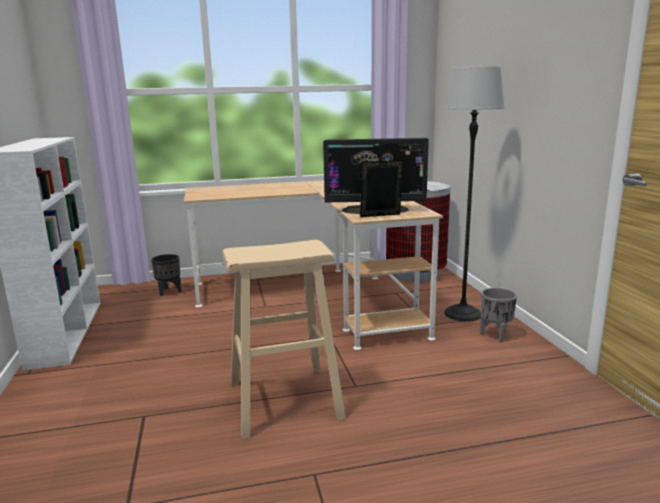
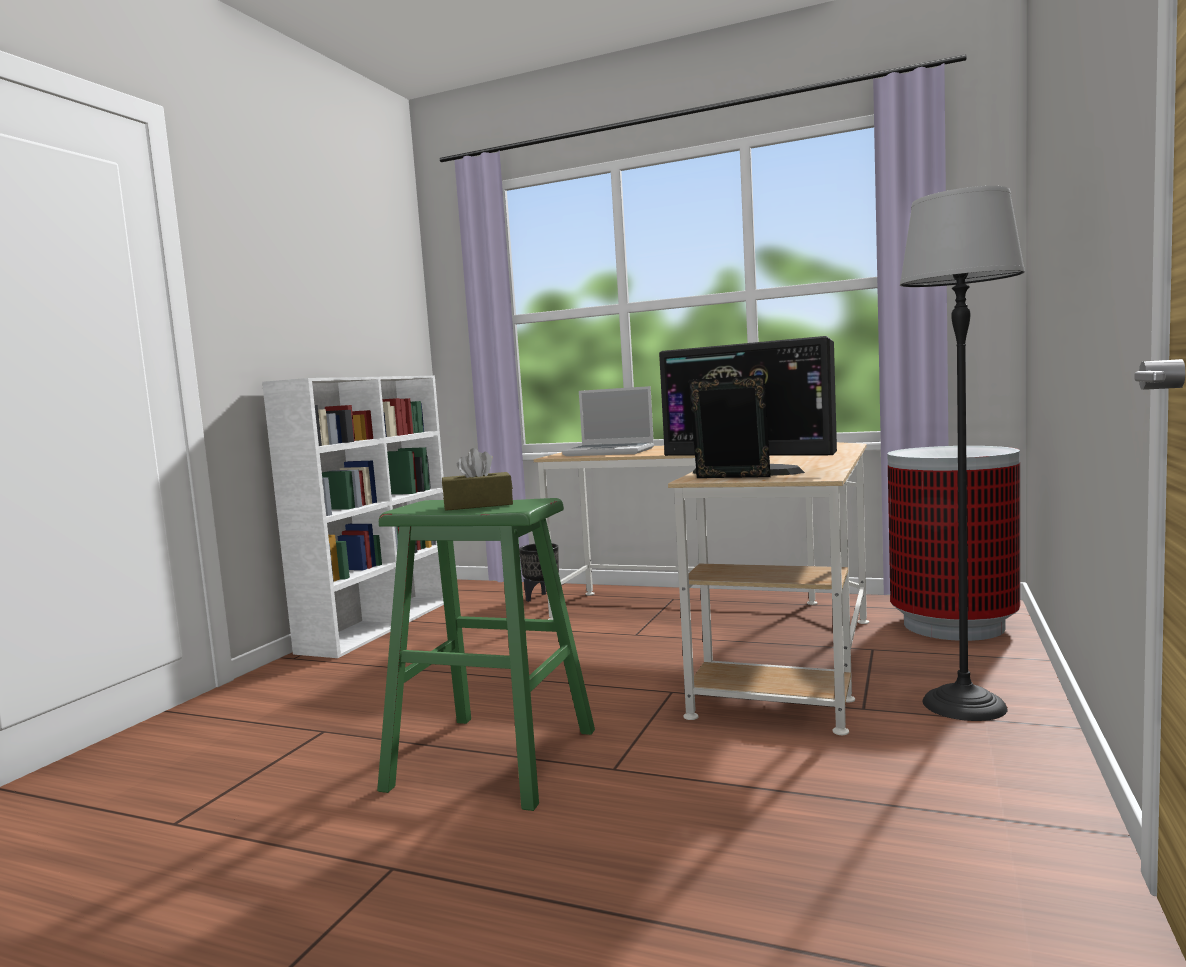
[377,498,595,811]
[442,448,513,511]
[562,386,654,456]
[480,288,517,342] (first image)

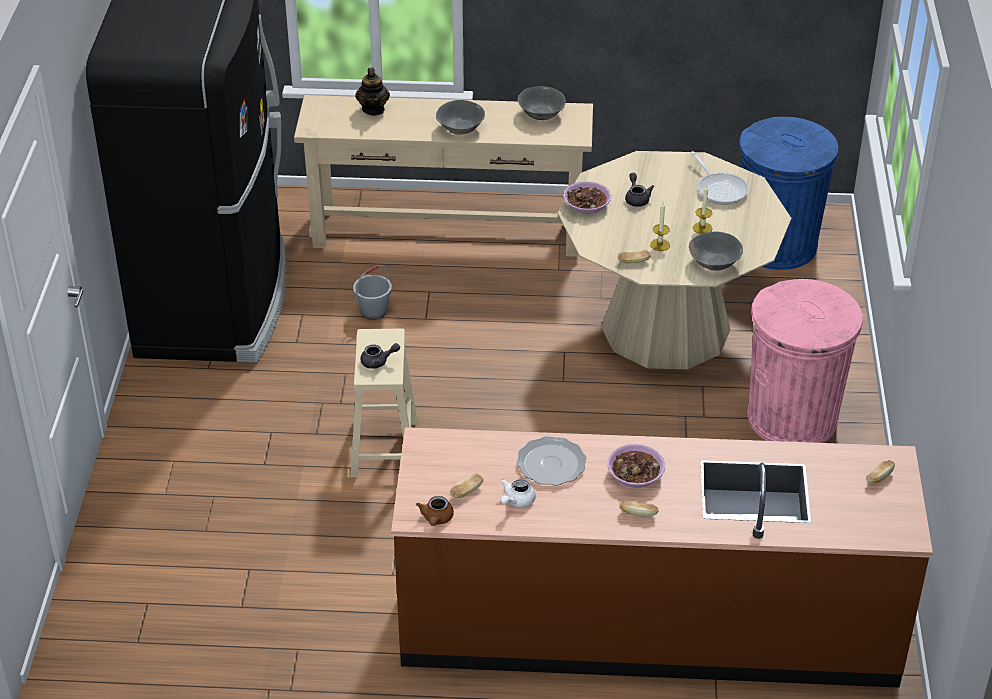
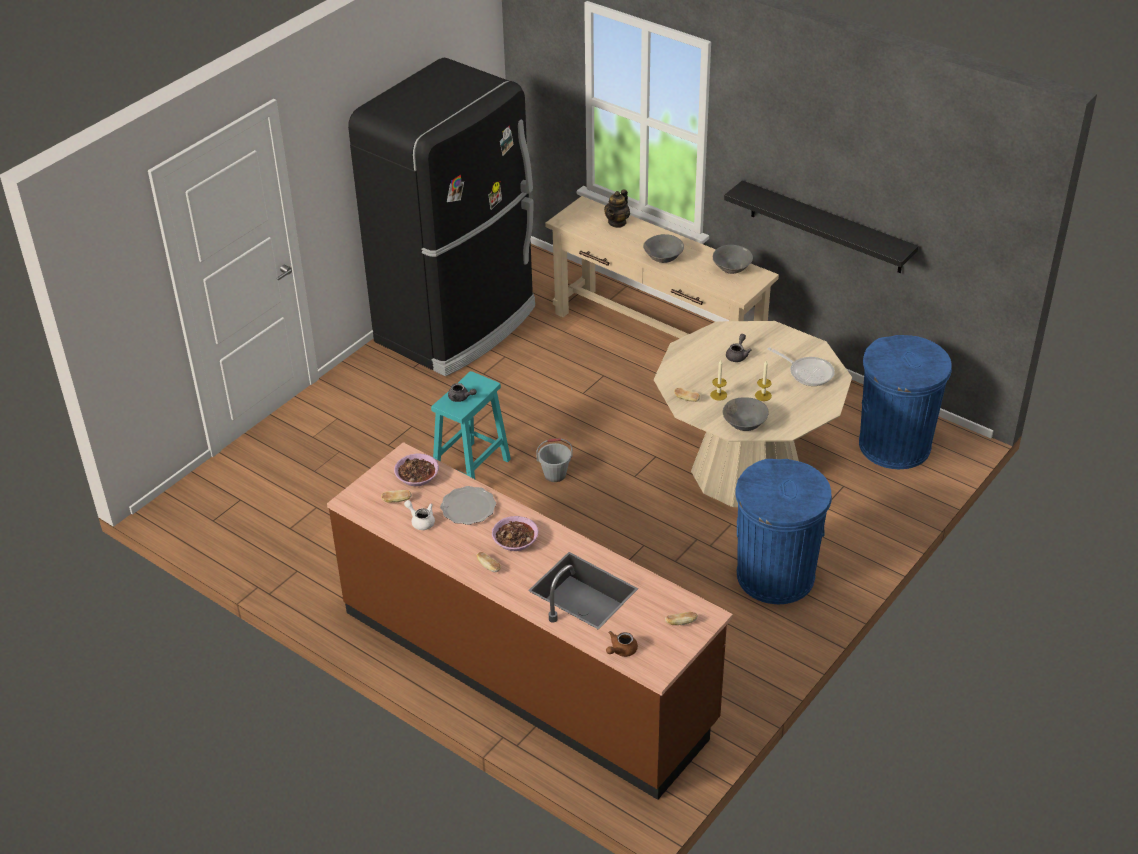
[394,453,439,486]
[404,500,435,530]
[431,371,511,479]
[536,438,573,482]
[606,631,638,657]
[724,180,918,273]
[735,459,832,604]
[768,347,835,386]

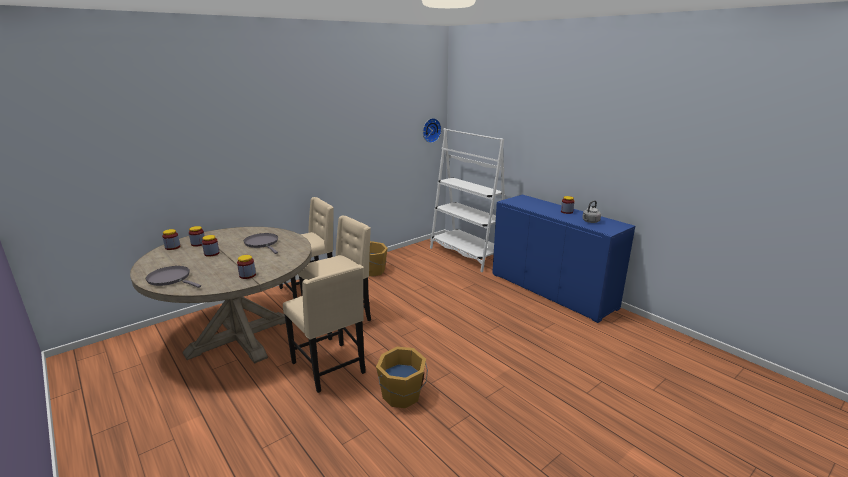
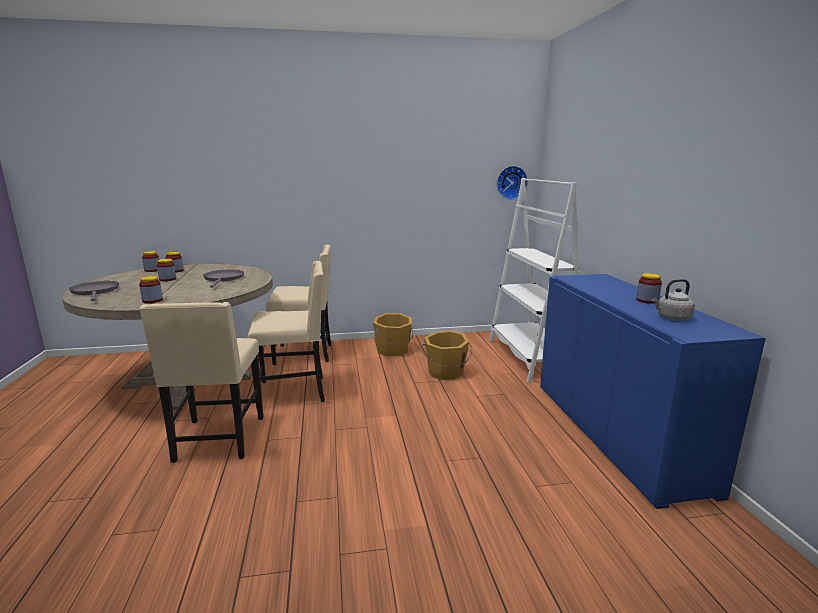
[421,330,472,380]

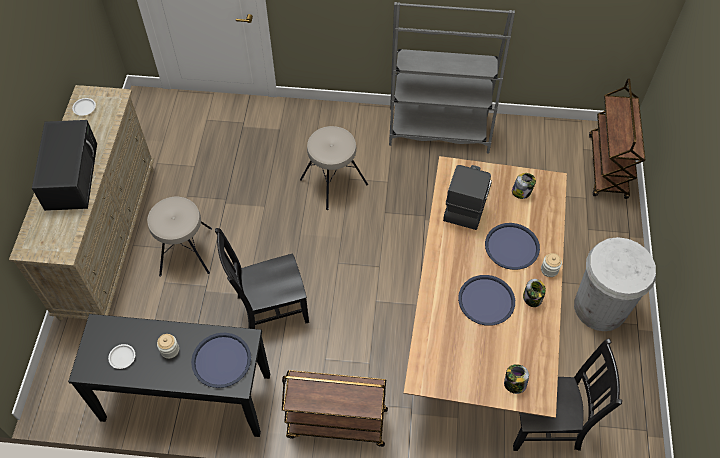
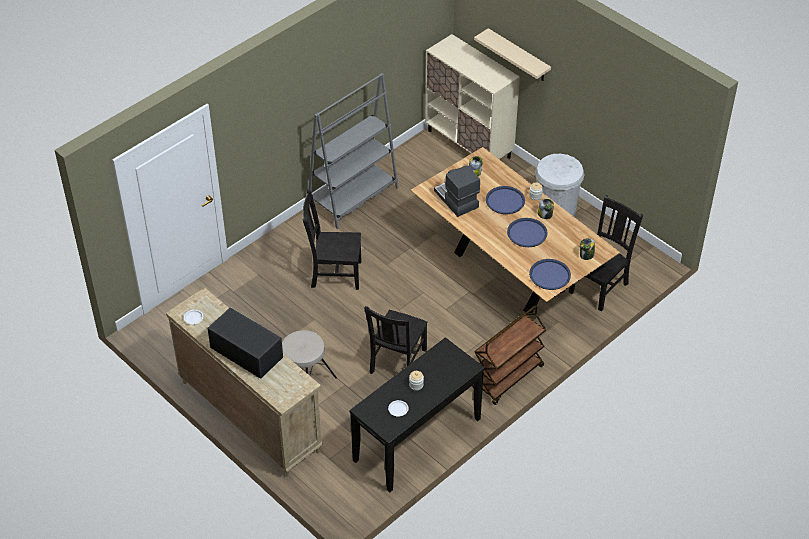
[303,189,361,290]
[425,34,520,159]
[474,28,551,81]
[529,259,571,290]

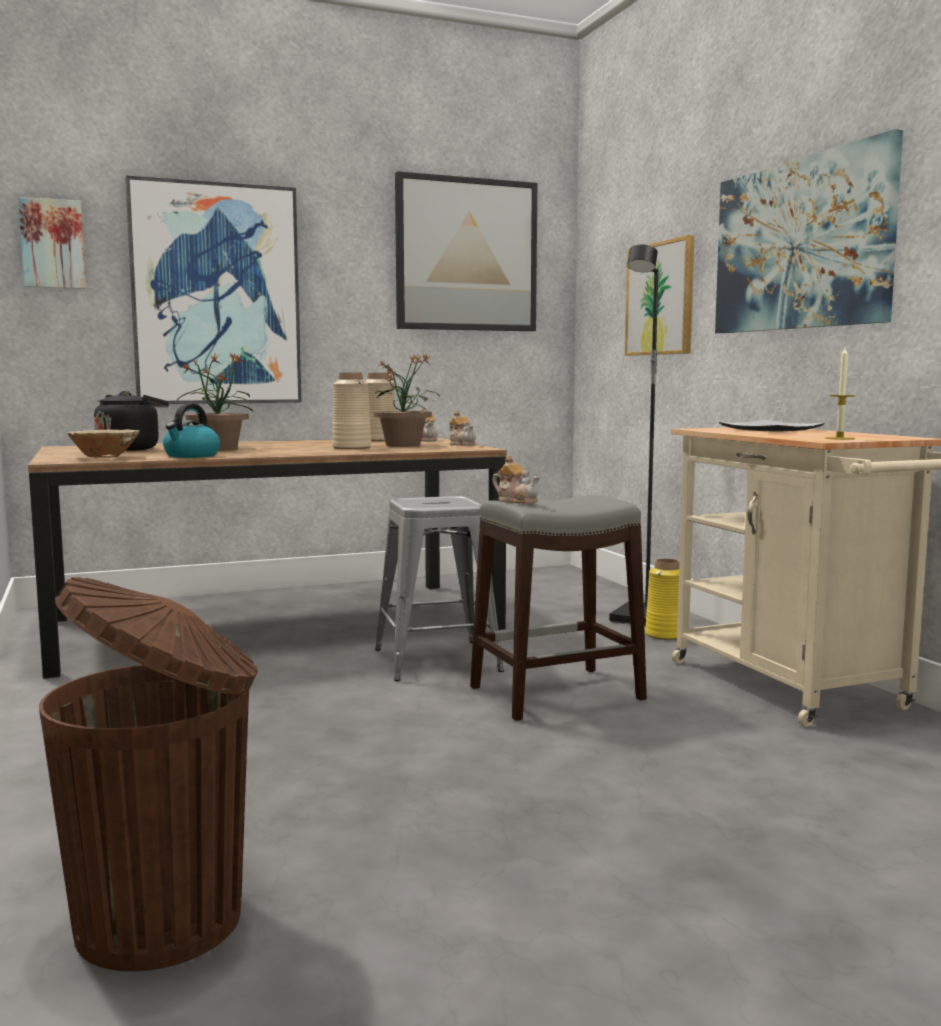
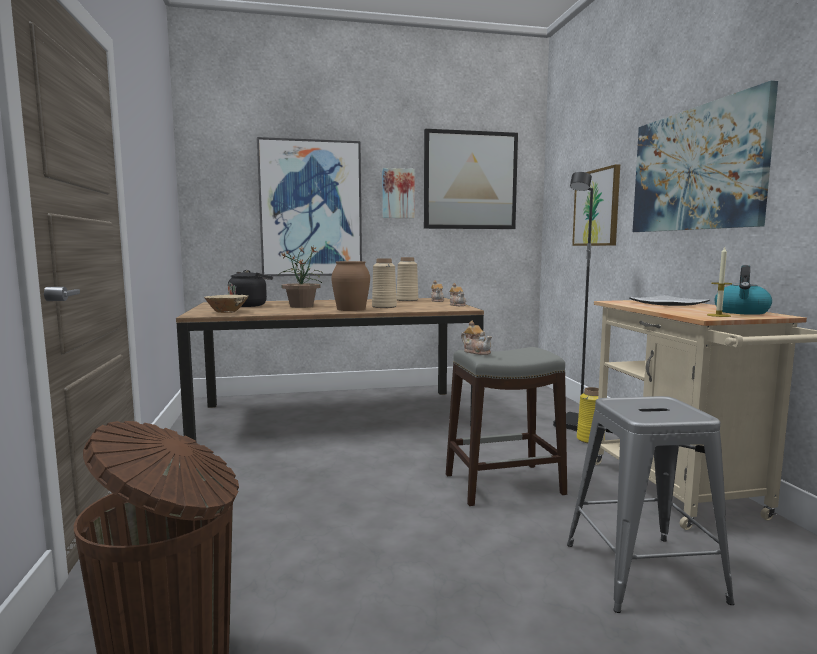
[331,261,370,311]
[382,168,415,218]
[567,396,735,613]
[714,265,772,315]
[374,354,440,447] (first image)

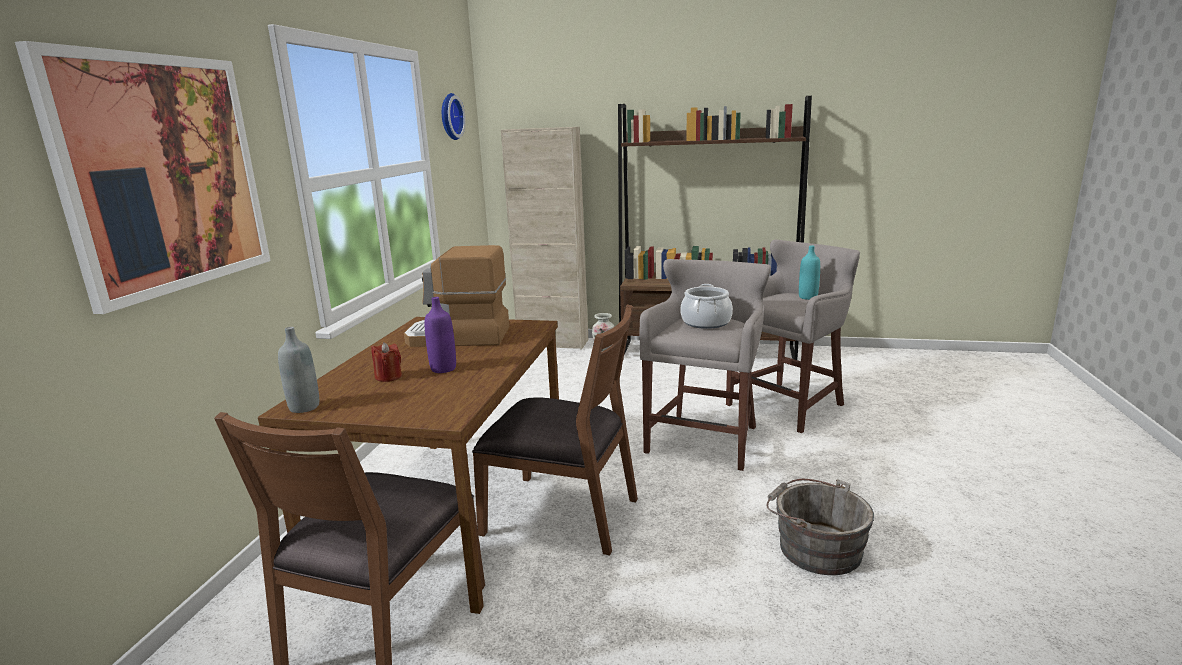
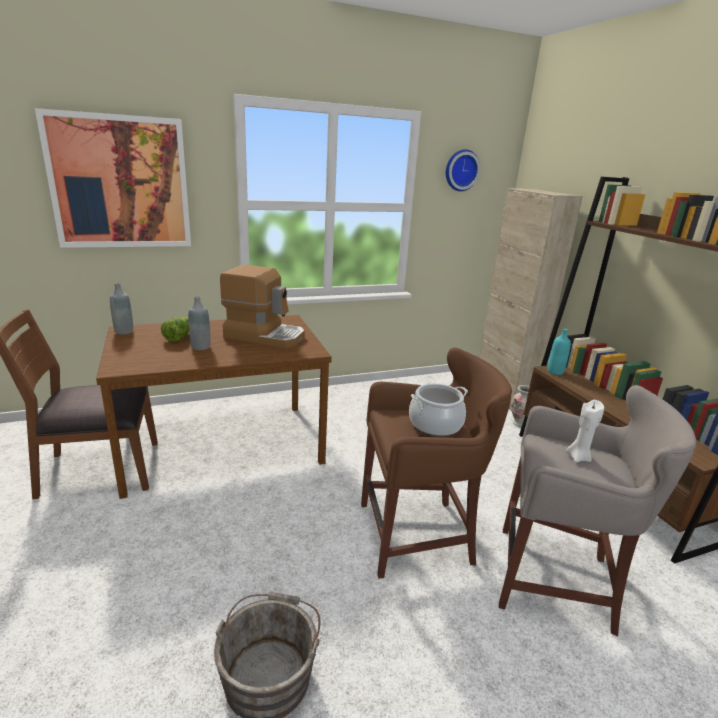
[161,317,189,342]
[188,296,211,350]
[220,265,305,348]
[361,347,512,578]
[548,329,571,375]
[566,400,604,462]
[472,305,638,555] (first image)

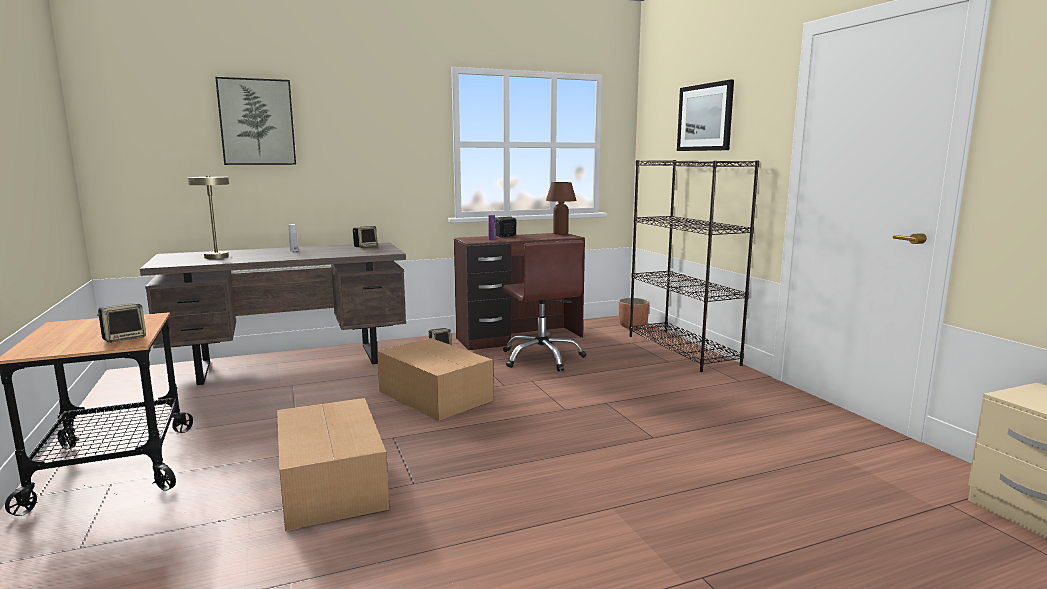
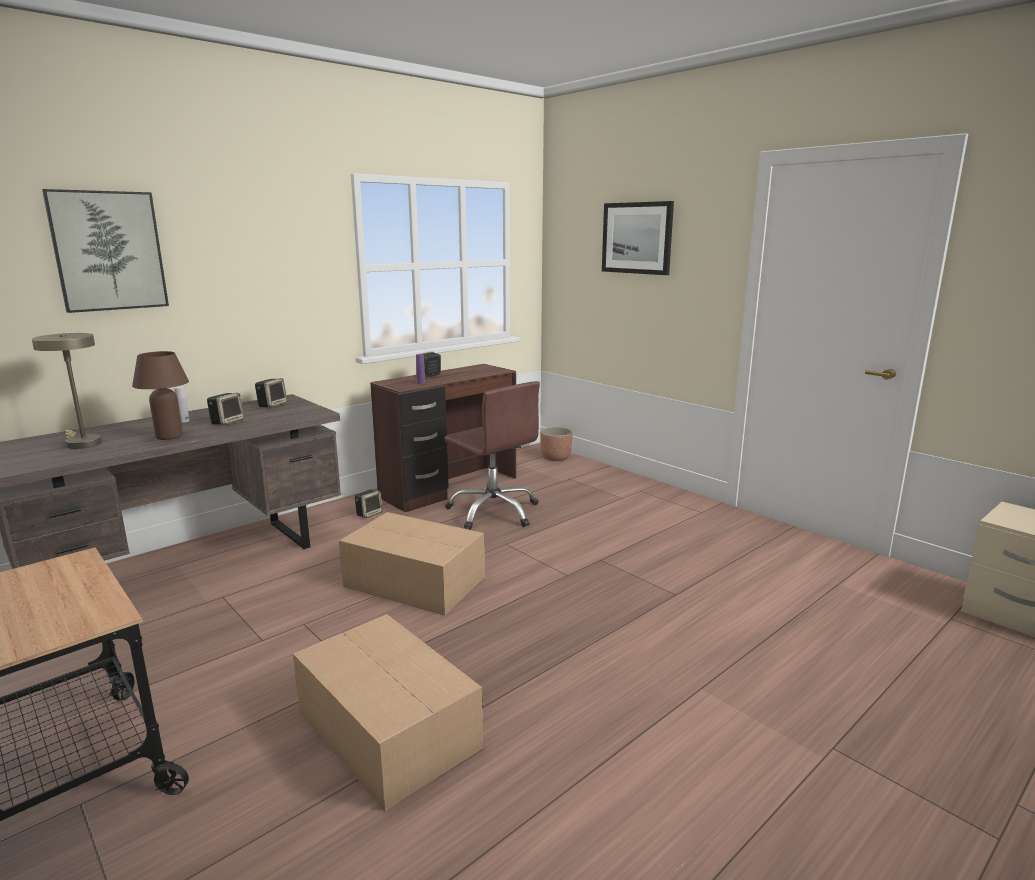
[132,351,189,440]
[207,393,244,425]
[629,160,759,372] (first image)

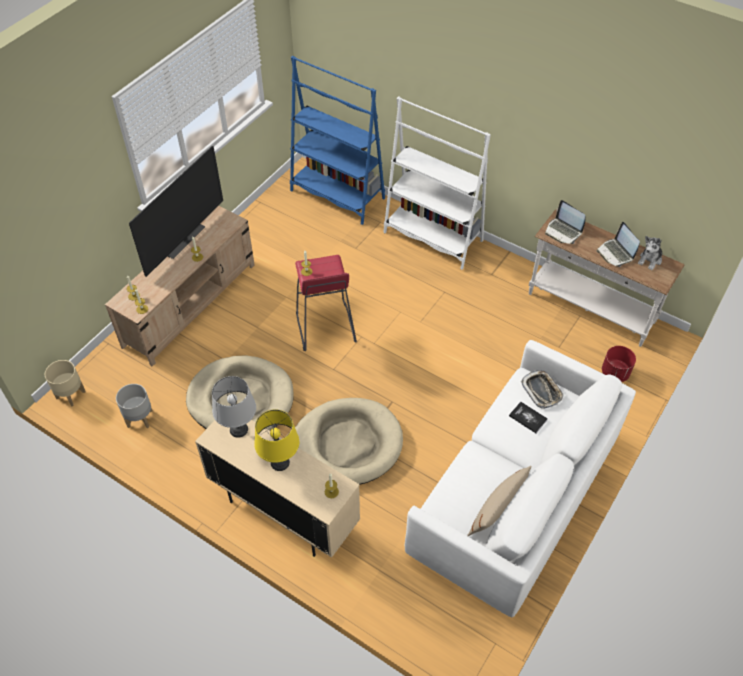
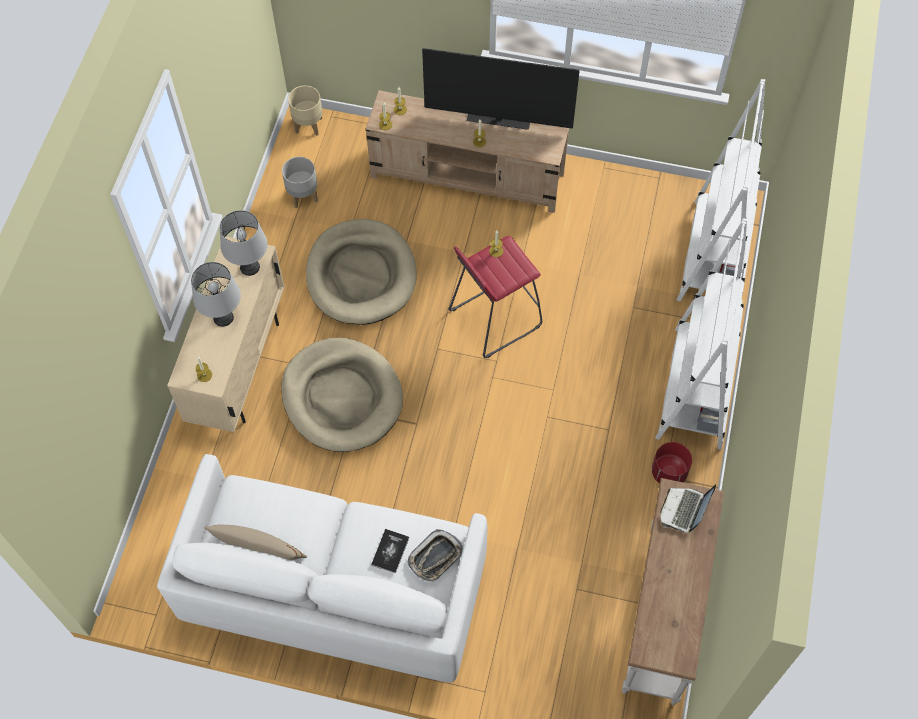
[191,262,241,327]
[652,442,692,483]
[677,79,765,301]
[596,222,640,267] (first image)
[638,236,662,270] (first image)

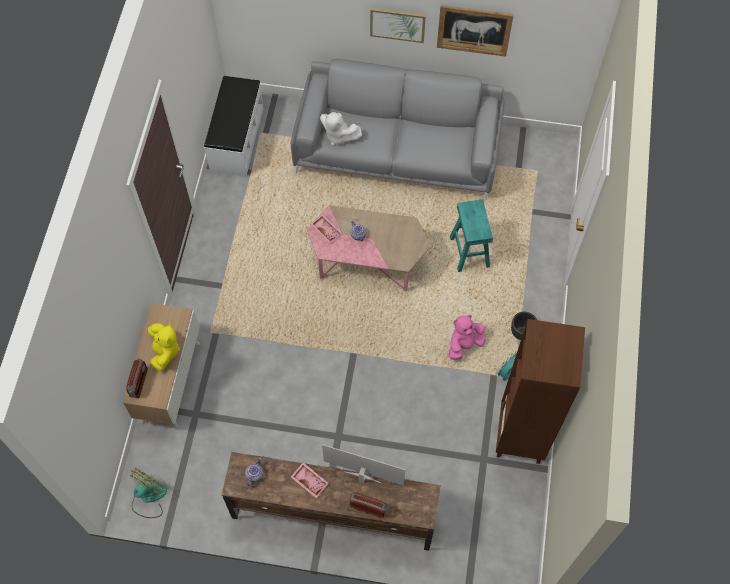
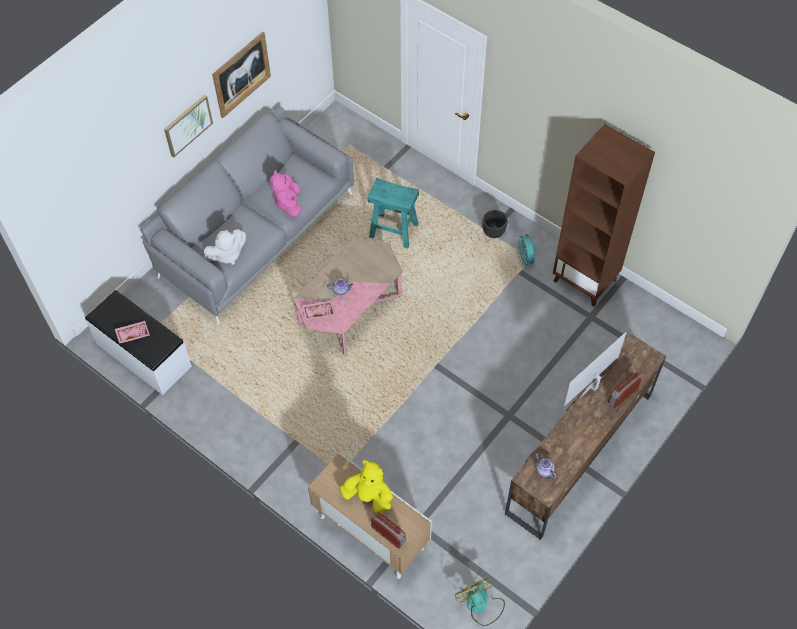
[115,321,150,344]
[270,170,302,217]

